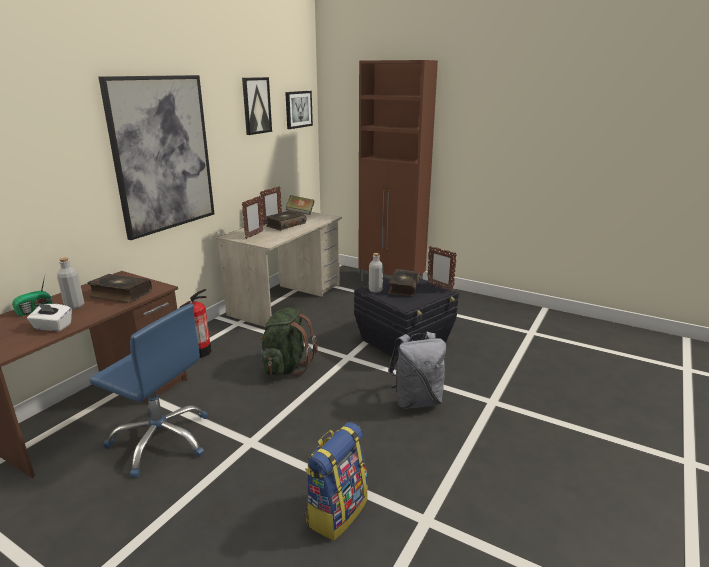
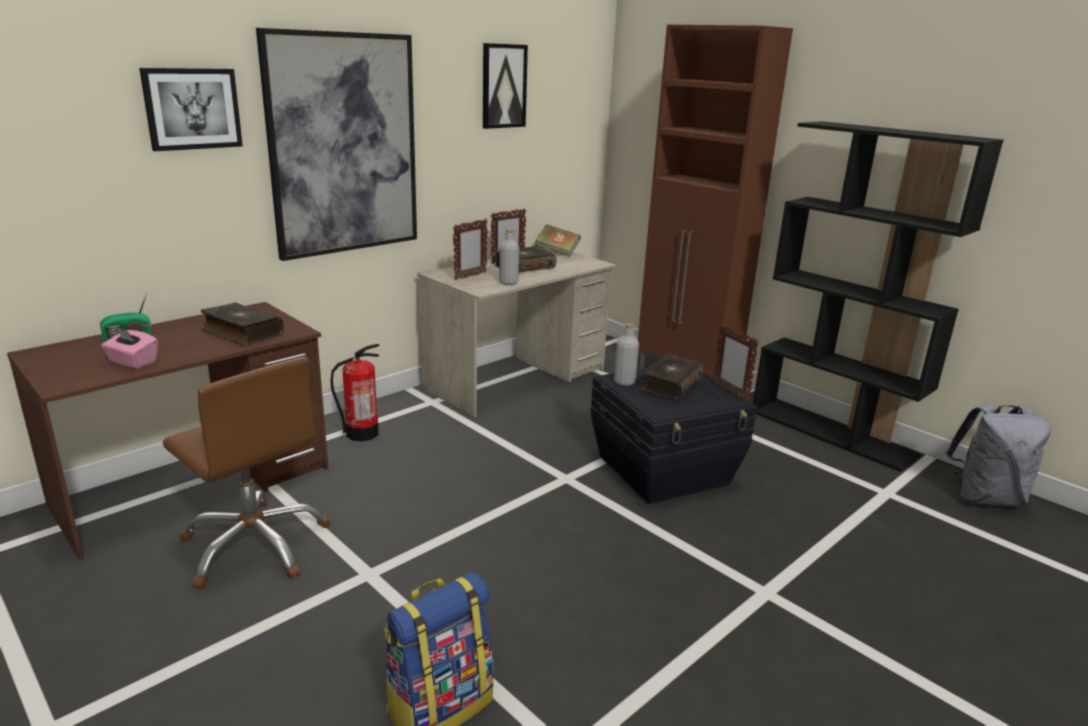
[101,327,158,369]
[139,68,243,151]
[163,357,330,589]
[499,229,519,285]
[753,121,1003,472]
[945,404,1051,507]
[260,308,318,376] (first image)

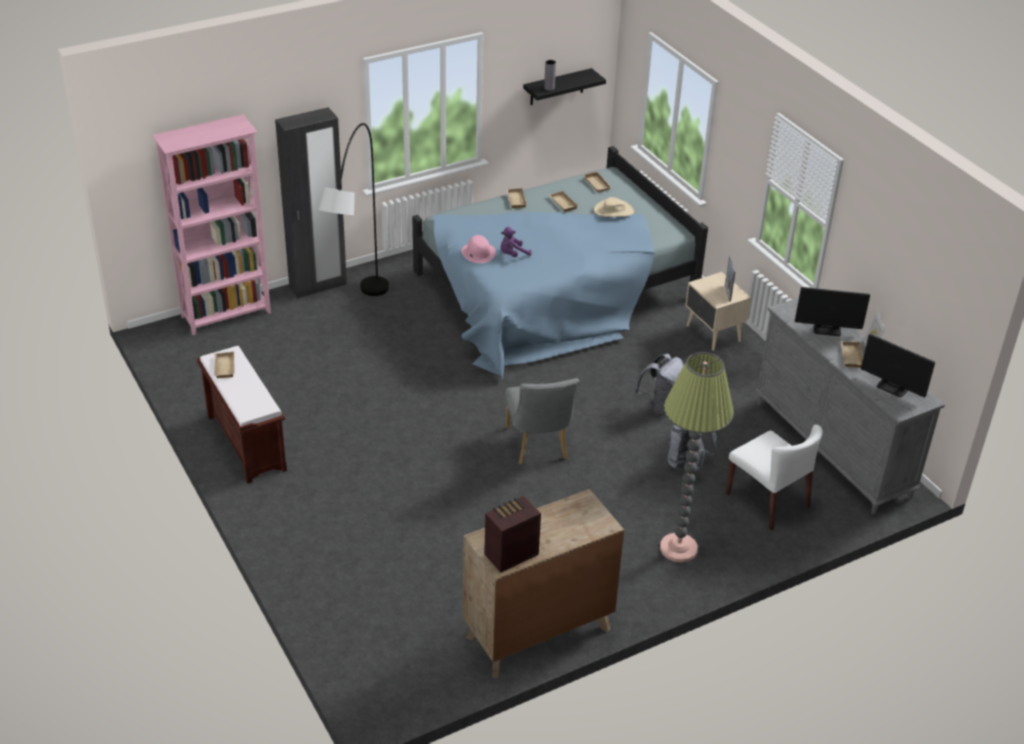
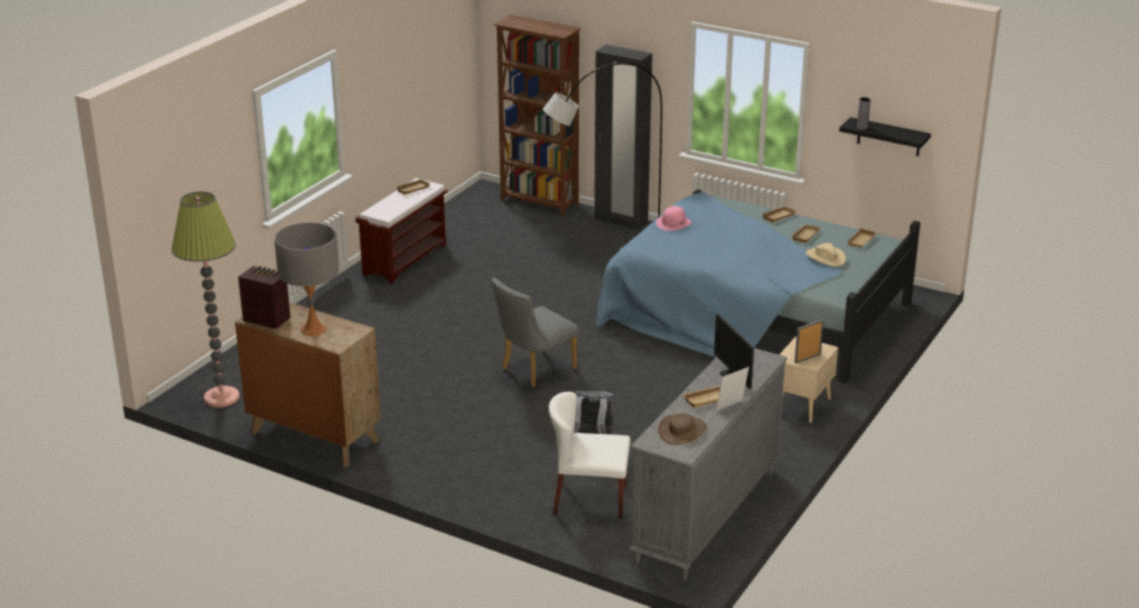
[171,192,240,407]
[274,222,339,336]
[493,15,582,216]
[549,392,630,518]
[658,413,706,445]
[501,227,532,257] (first image)
[635,354,684,415] (first image)

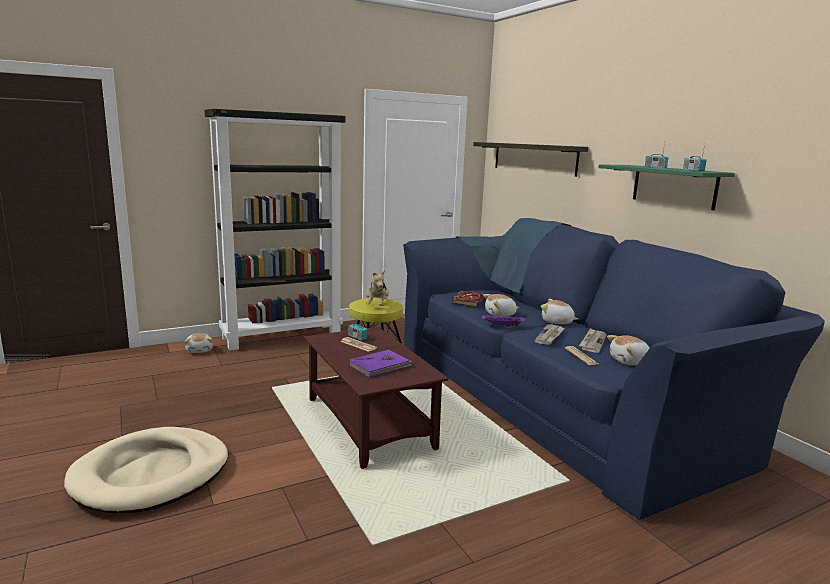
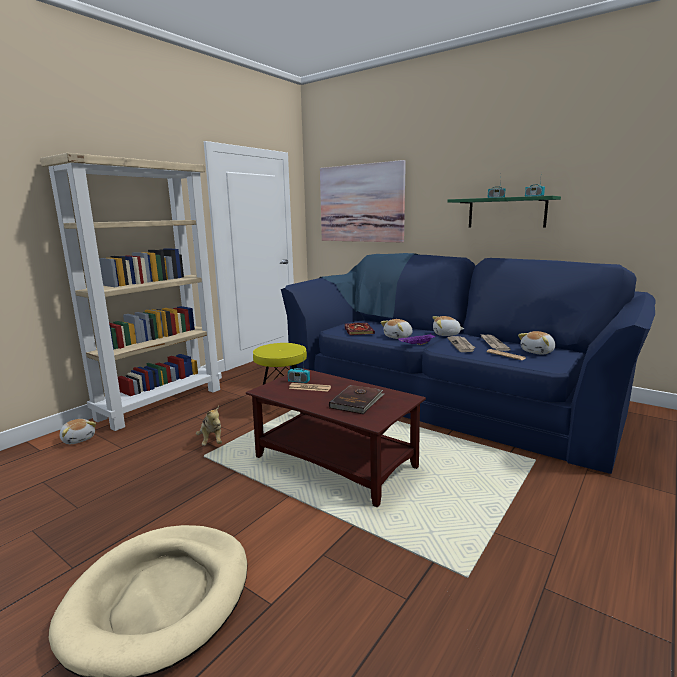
[40,153,222,431]
[196,406,222,446]
[320,160,406,243]
[329,385,384,414]

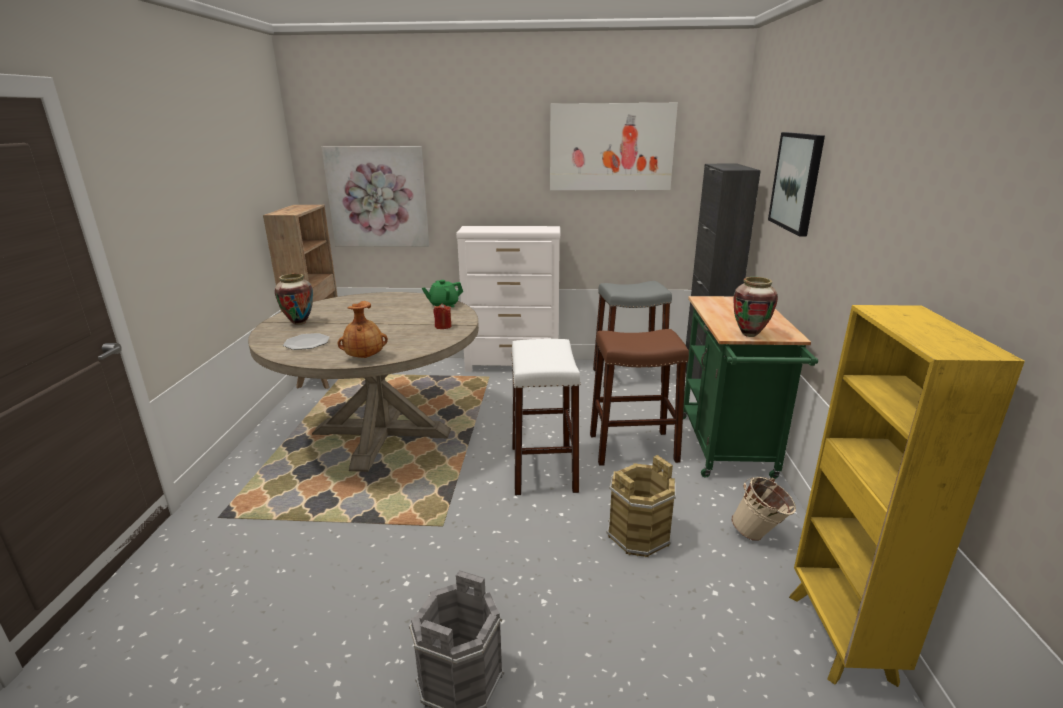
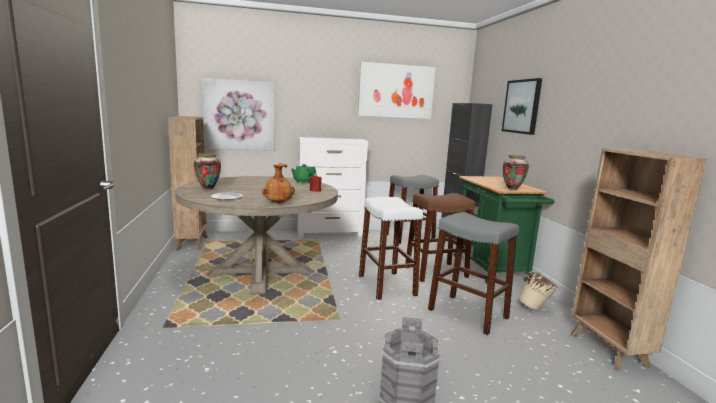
[428,212,519,335]
[571,148,707,371]

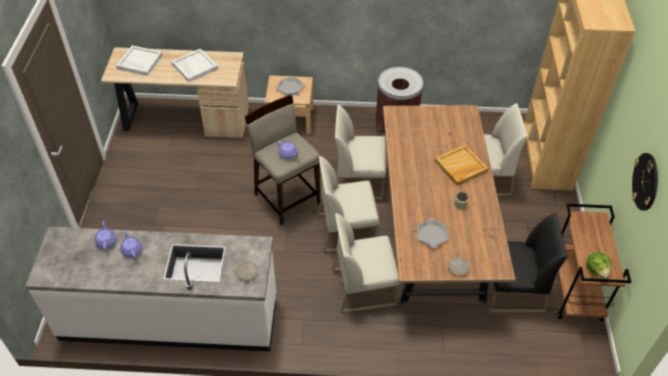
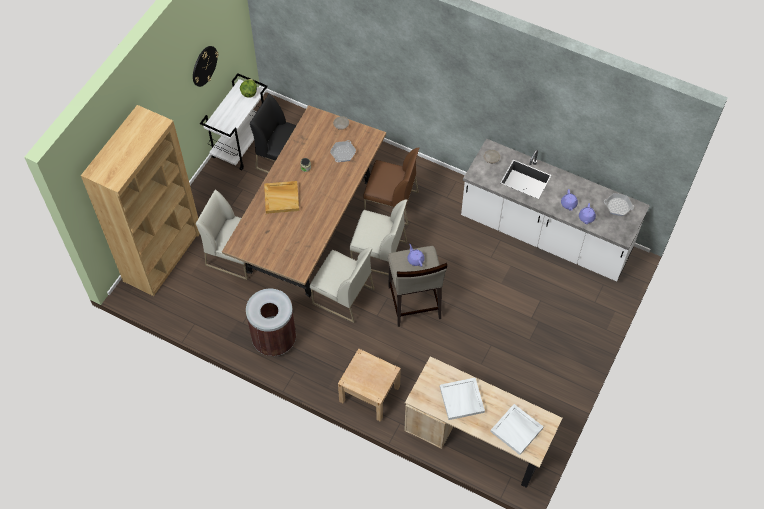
[200,73,268,171]
[363,147,419,225]
[604,193,634,216]

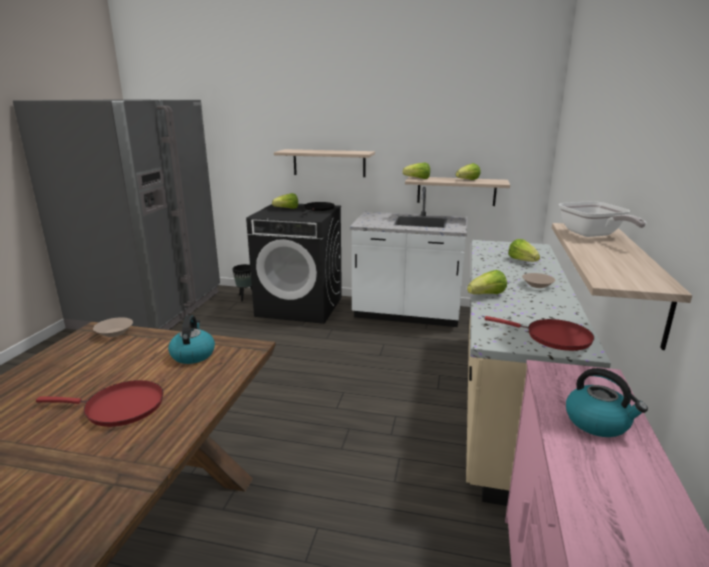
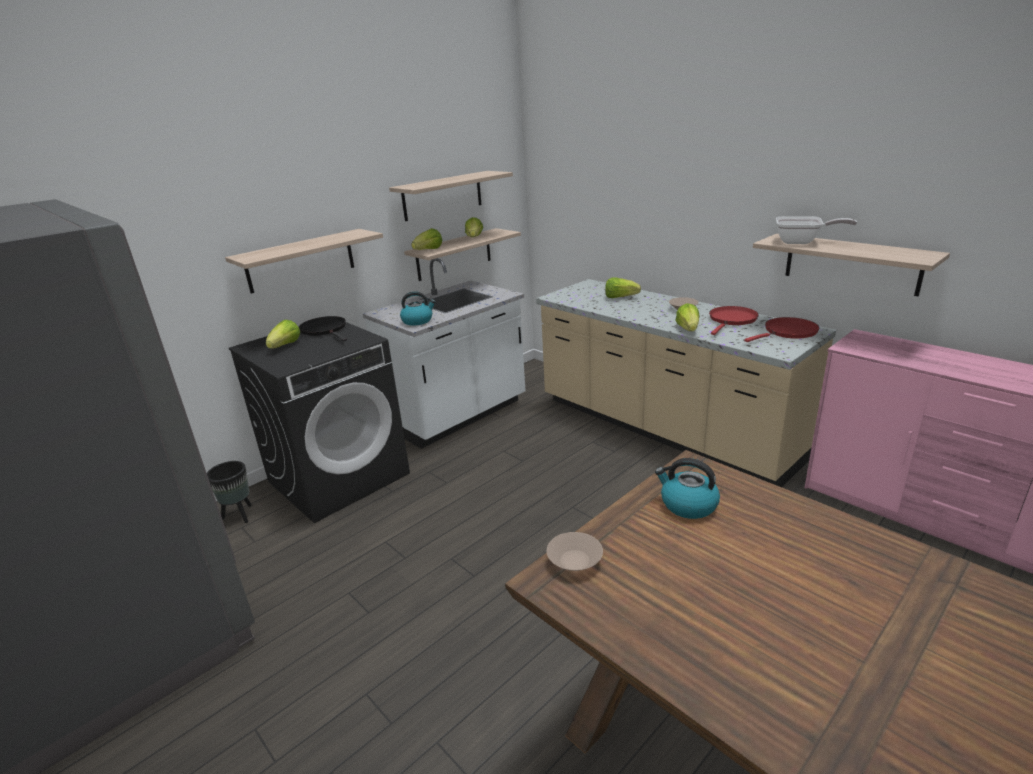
[389,171,513,221]
[400,291,436,326]
[709,306,759,335]

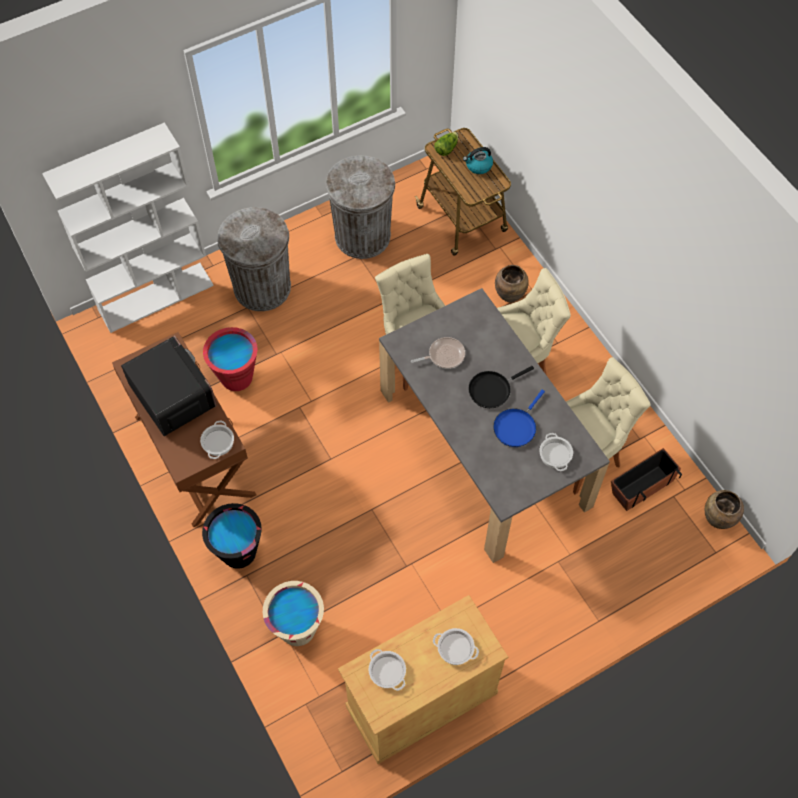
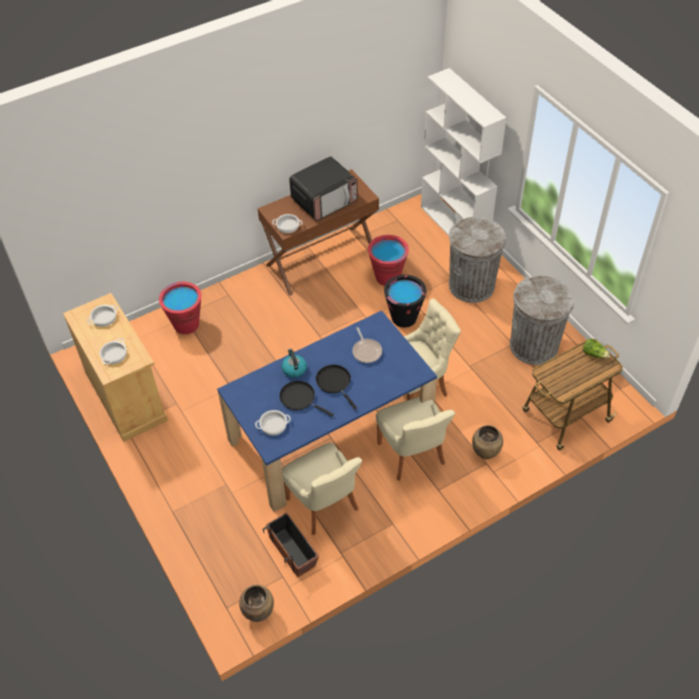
[159,282,202,334]
[217,311,437,512]
[279,381,334,417]
[282,349,307,378]
[384,275,427,328]

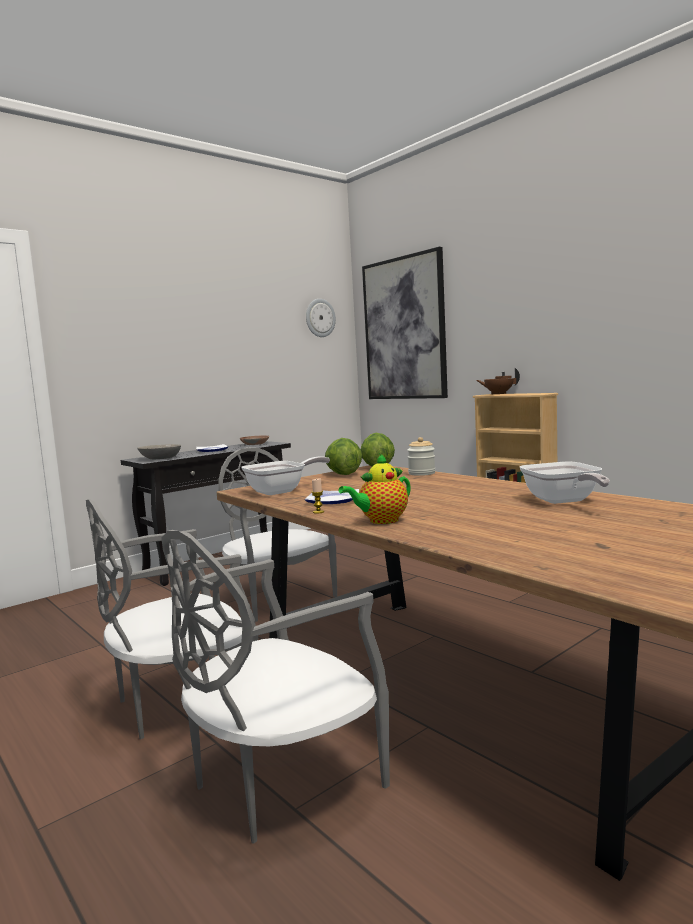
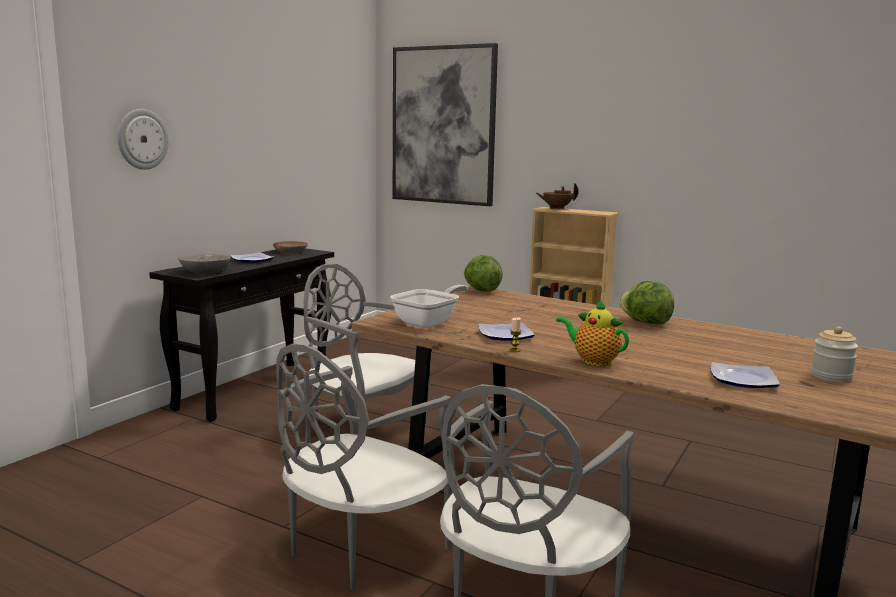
[117,109,169,170]
[556,298,629,366]
[619,281,674,324]
[711,362,780,388]
[811,326,858,382]
[520,462,610,504] (first image)

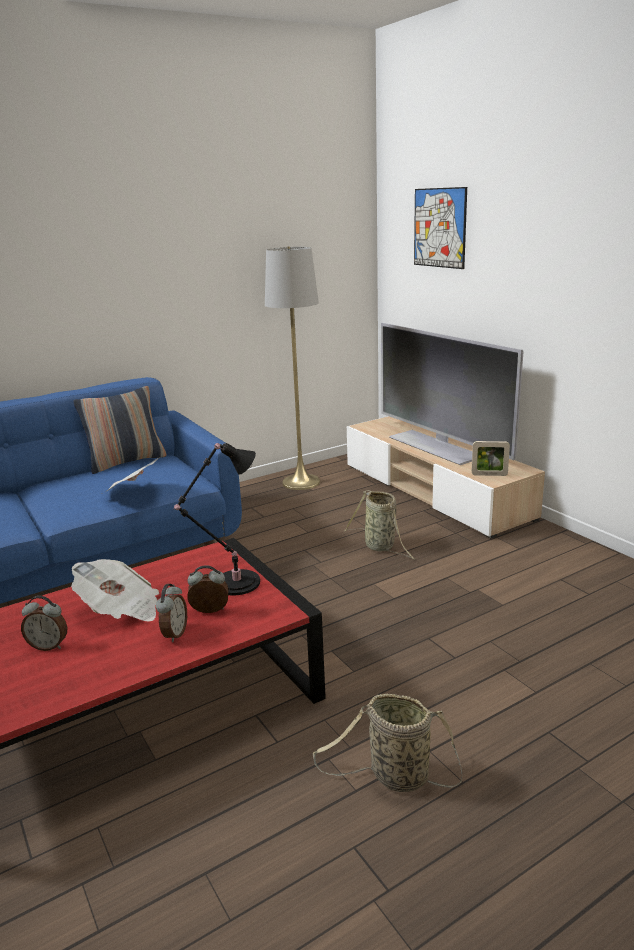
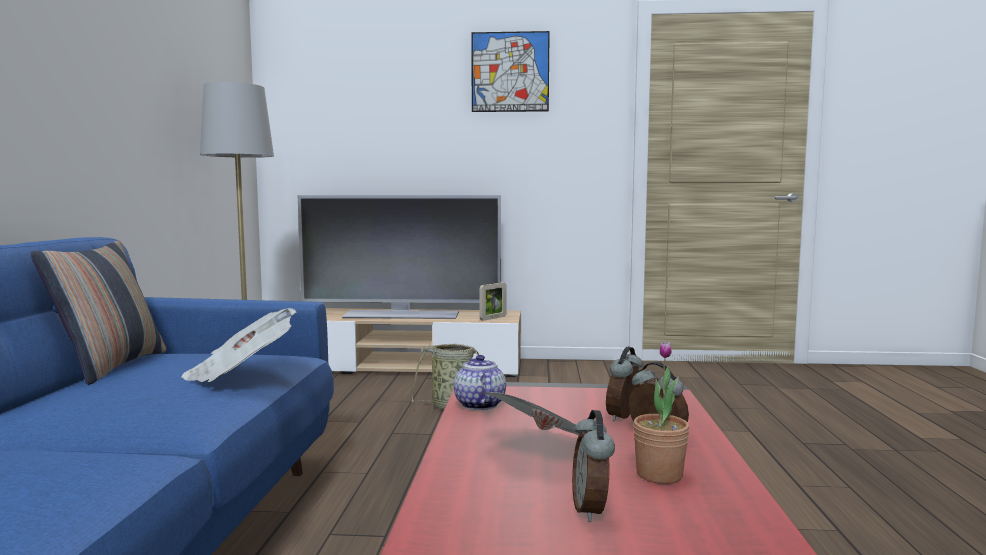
[454,355,506,410]
[471,31,550,112]
[572,410,615,522]
[633,341,690,484]
[173,443,260,595] (first image)
[313,694,462,792] (first image)

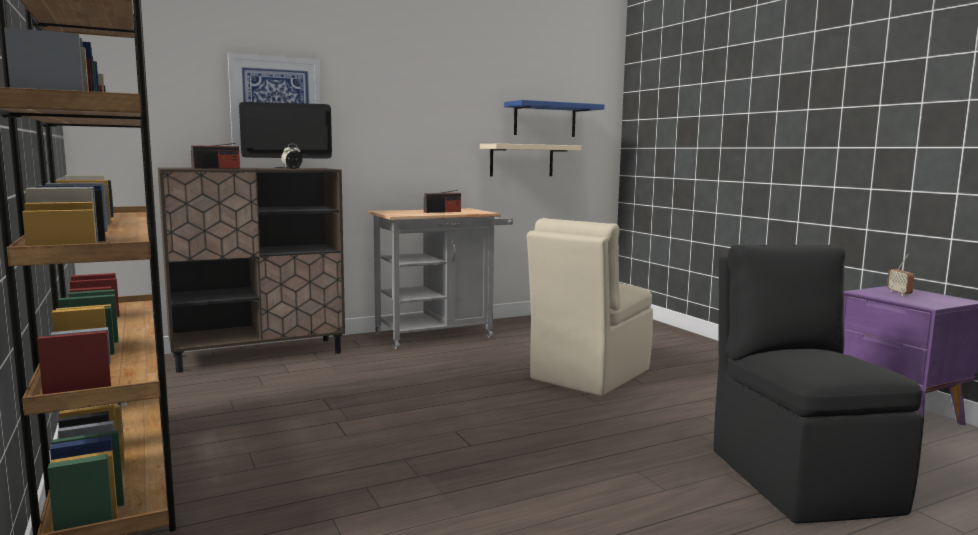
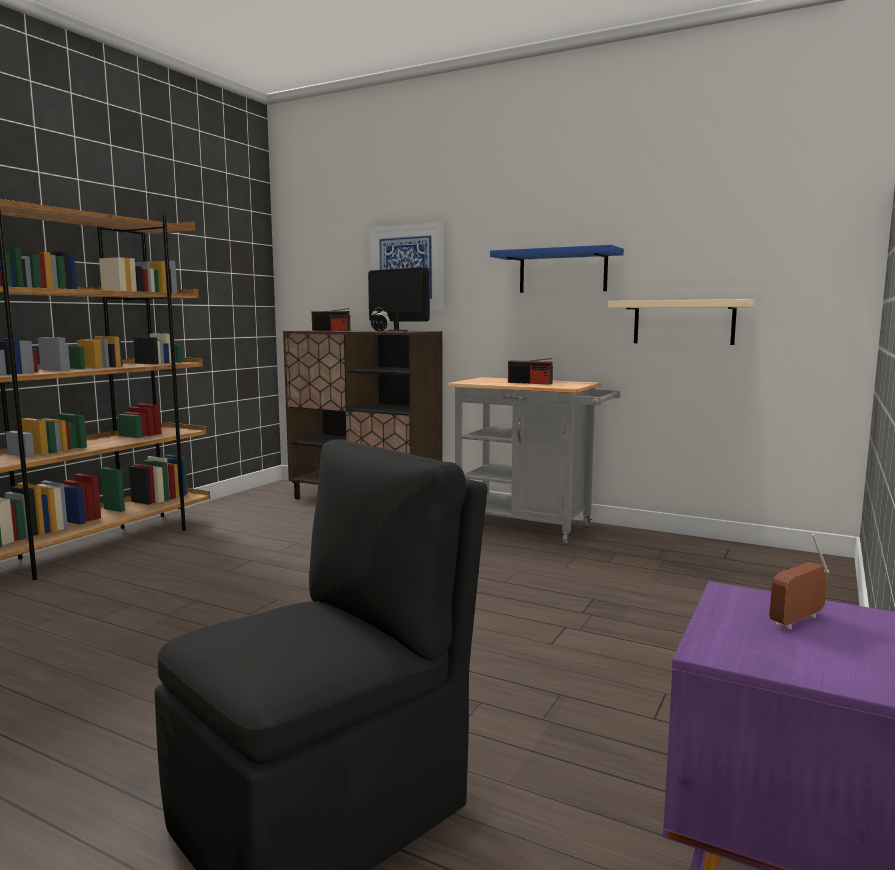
[490,245,624,293]
[527,218,653,396] (first image)

